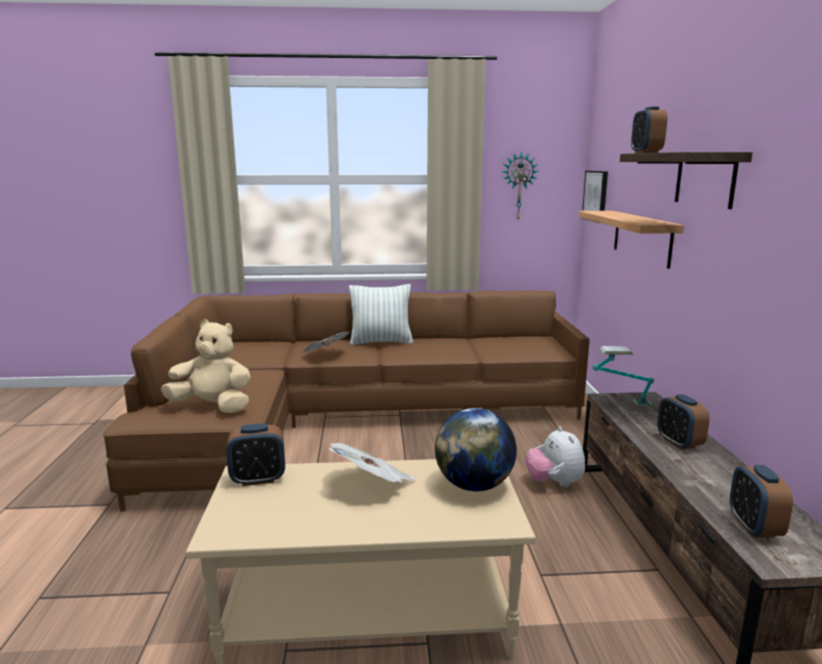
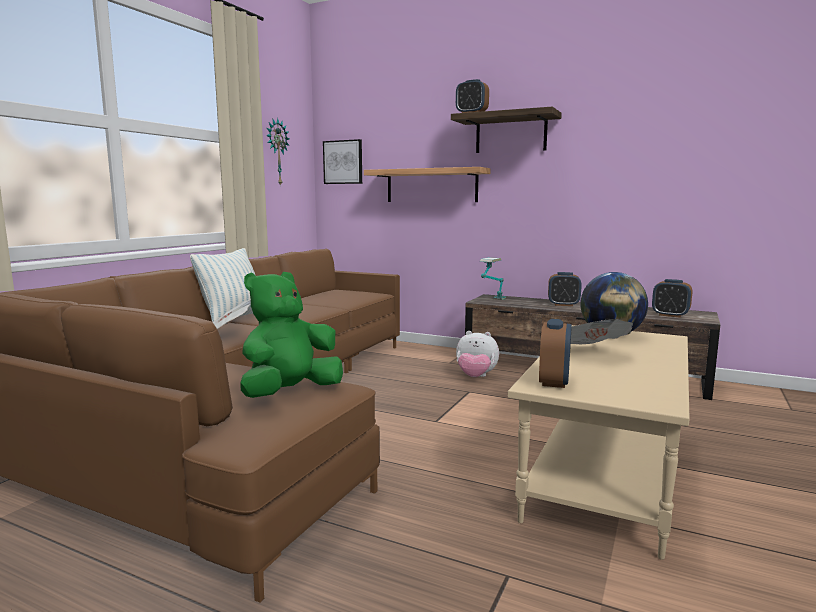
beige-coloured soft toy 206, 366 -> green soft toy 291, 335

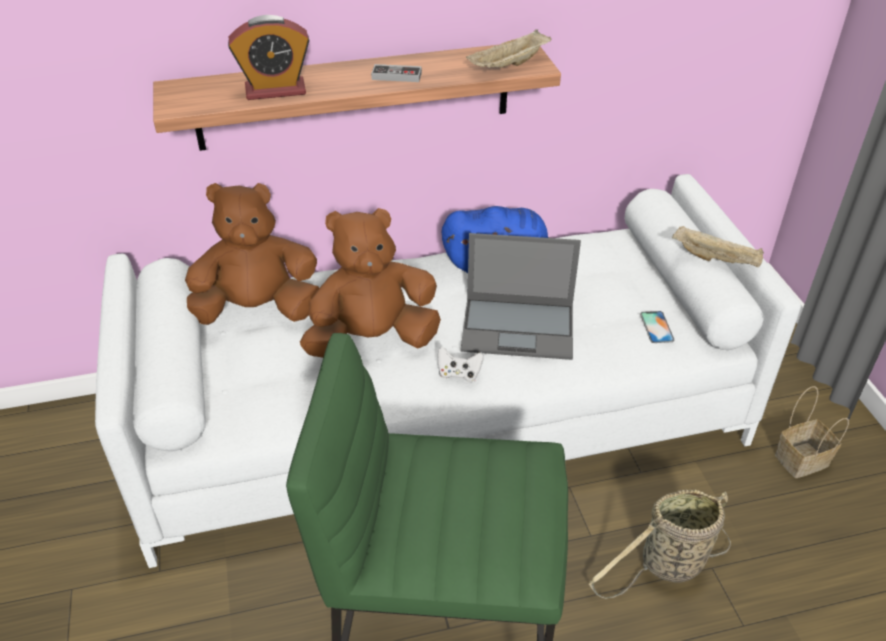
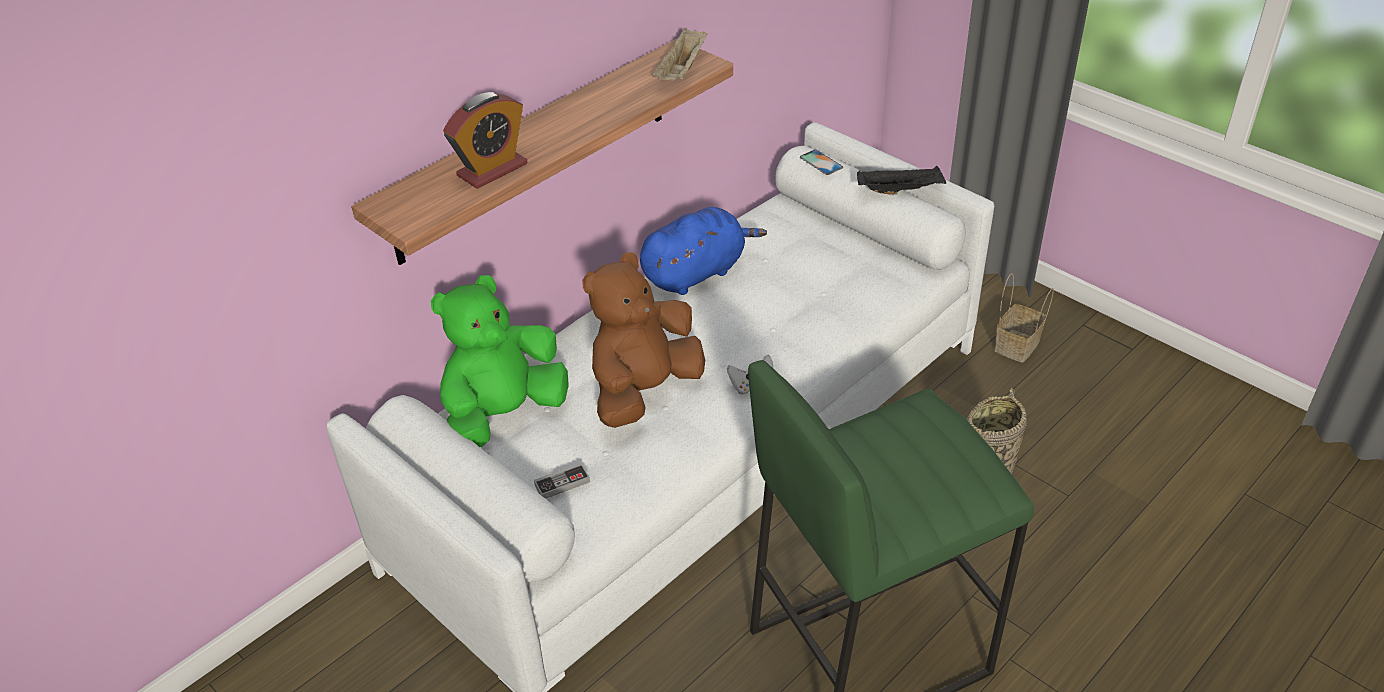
brown-coloured soft toy 252, 254 -> green soft toy 500, 361
gamepad 396, 73 -> gamepad 562, 481, moved
notebook computer 521, 296 -> none
telephone 657, 327 -> telephone 821, 162, moved
beige-coloured serving tray 718, 246 -> black serving tray 902, 180

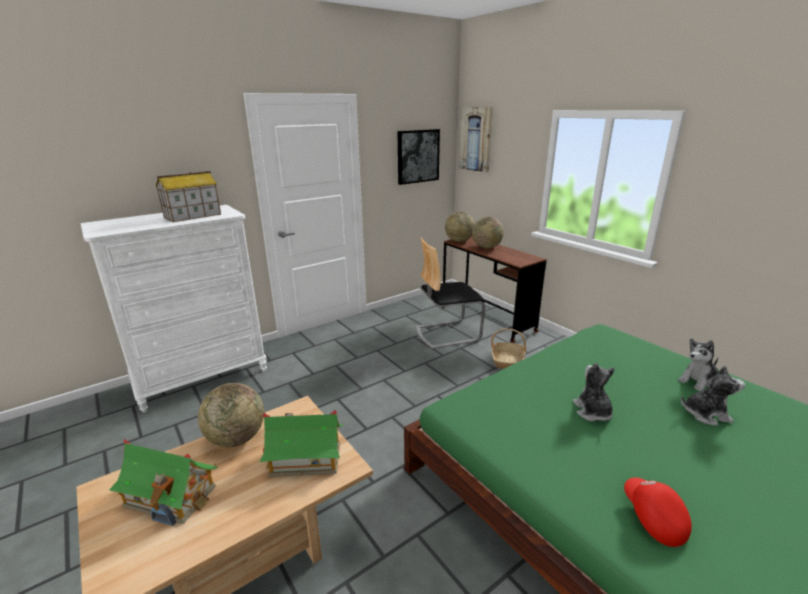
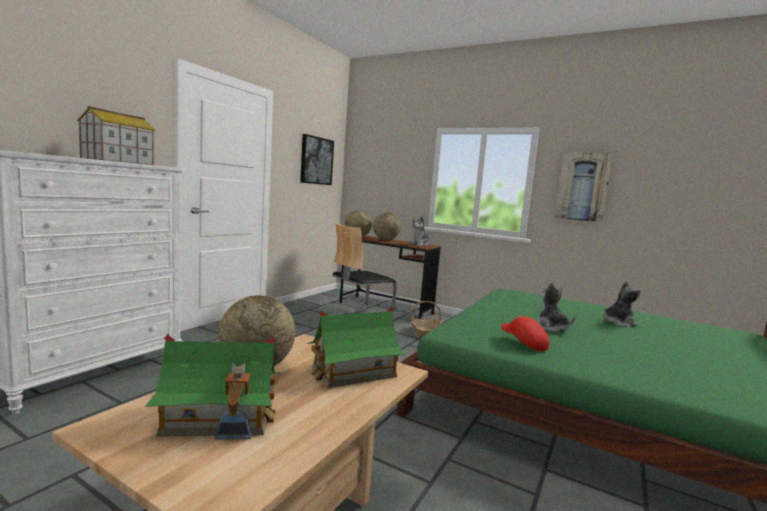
wall picture 476, 139 -> wall picture 584, 187, moved
reddish cap 658, 512 -> reddish cap 525, 333, moved
soft toy 698, 364 -> soft toy 419, 231, moved

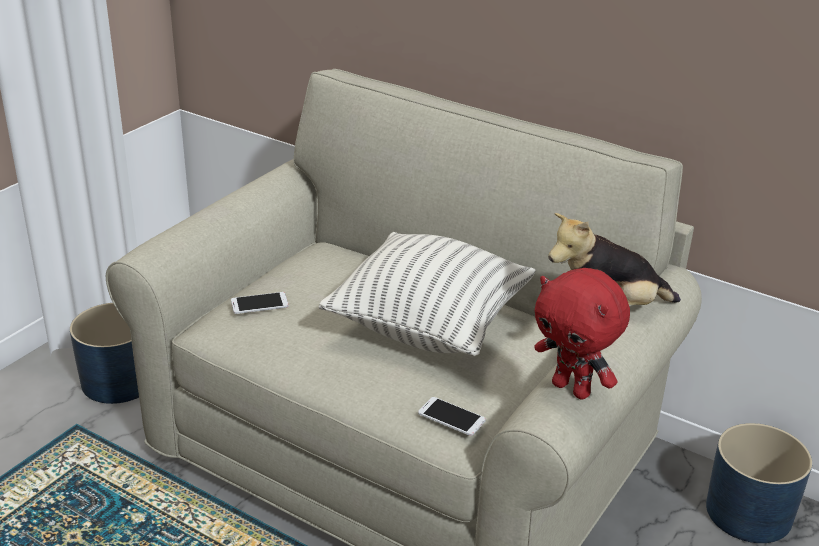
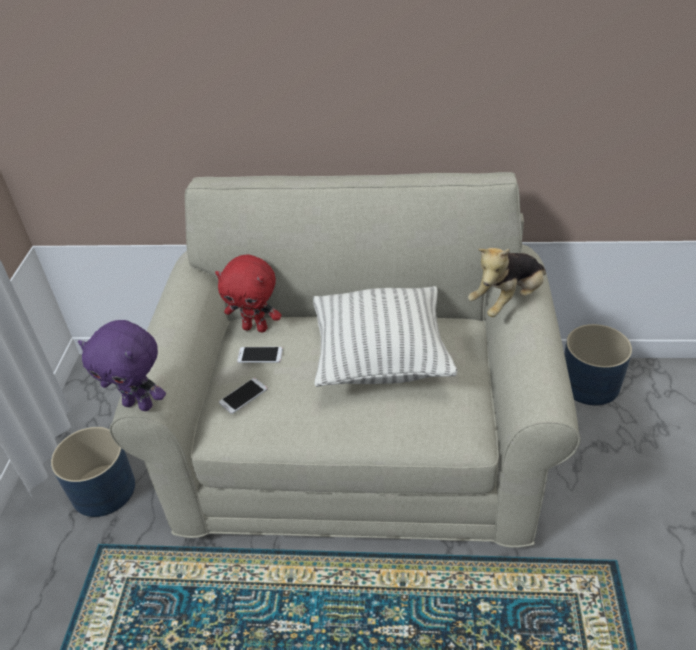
telephone 452, 416 -> telephone 260, 355, moved
reddish soft toy 582, 334 -> reddish soft toy 248, 293, moved
none -> purple soft toy 122, 365

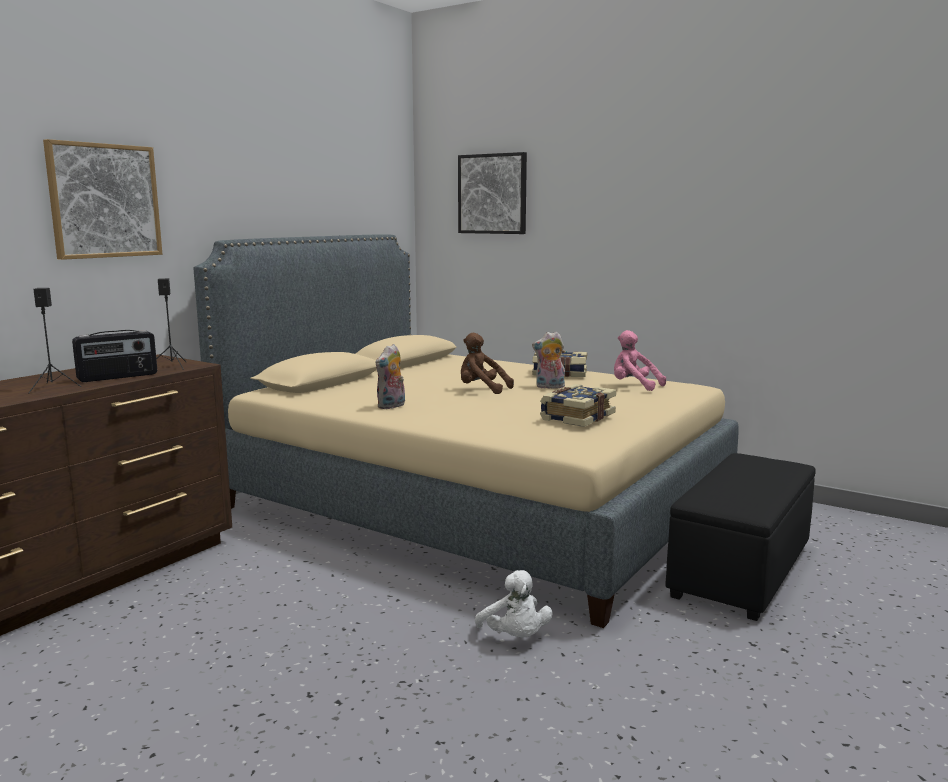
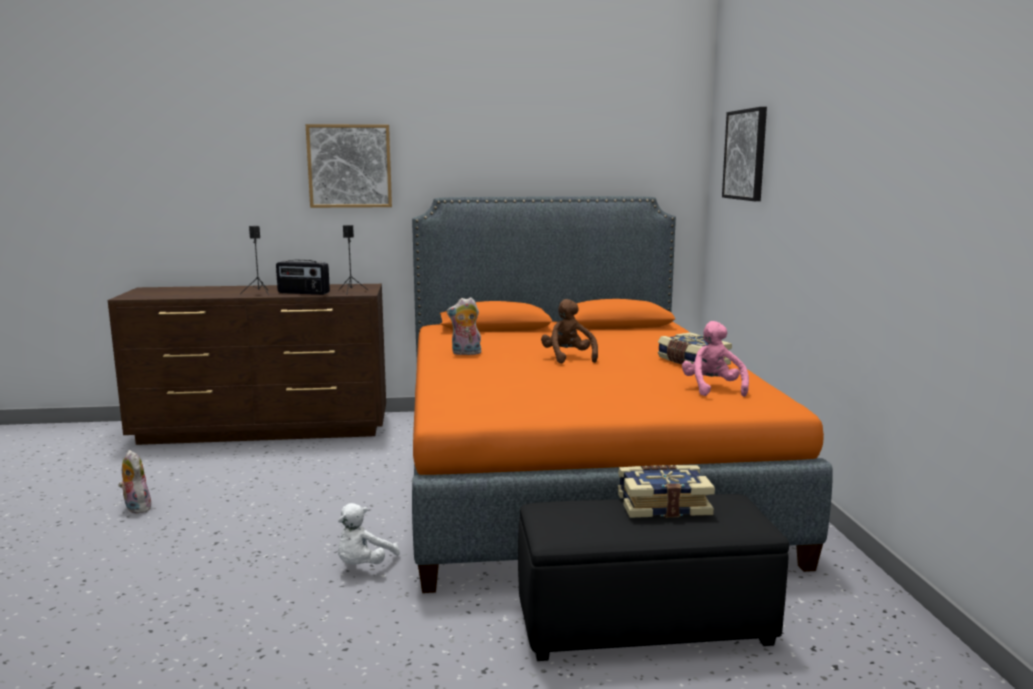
beige-coloured bedroom bed 466, 431 -> orangey bedroom bed 622, 394
soft toy 548, 360 -> soft toy 134, 482, moved
bound book 578, 405 -> bound book 666, 491, moved

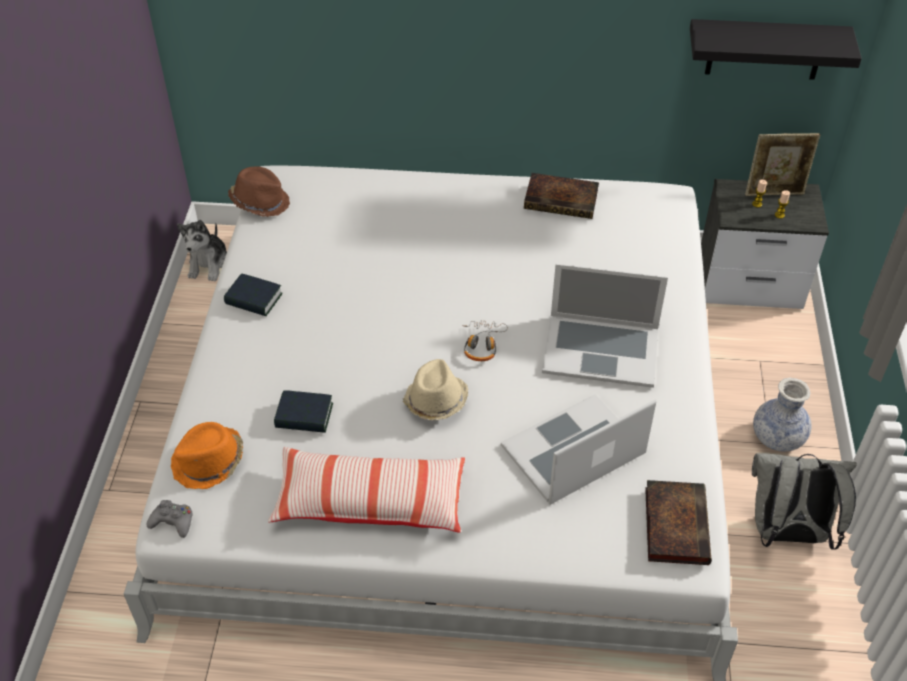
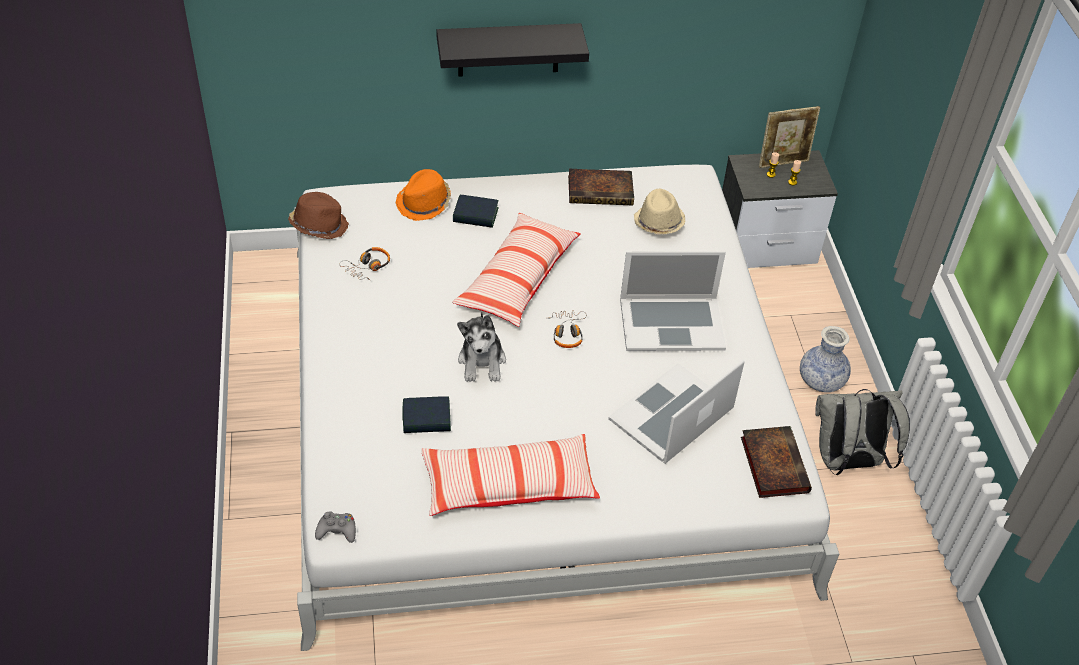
orangey wearable hat 207, 455 -> orangey wearable hat 423, 195, moved
soft toy 202, 250 -> soft toy 481, 347, moved
bound book 253, 295 -> bound book 476, 211, moved
beige-coloured wearable hat 436, 389 -> beige-coloured wearable hat 659, 212, moved
black bracket shelf 776, 49 -> black bracket shelf 512, 50, moved
none -> headset 364, 263
none -> throw pillow 516, 270

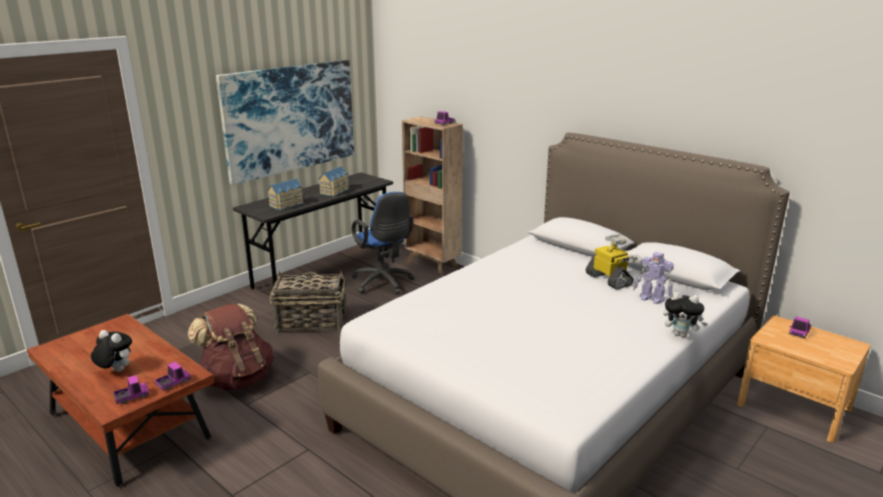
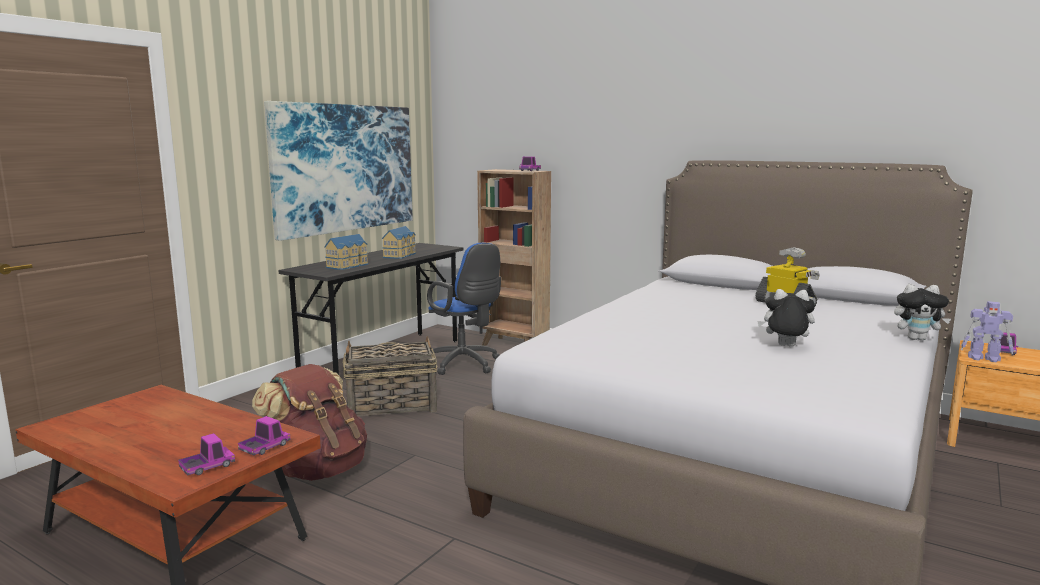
soft toy 111, 351 -> soft toy 786, 318, moved
robot figure 653, 278 -> robot figure 987, 332, moved

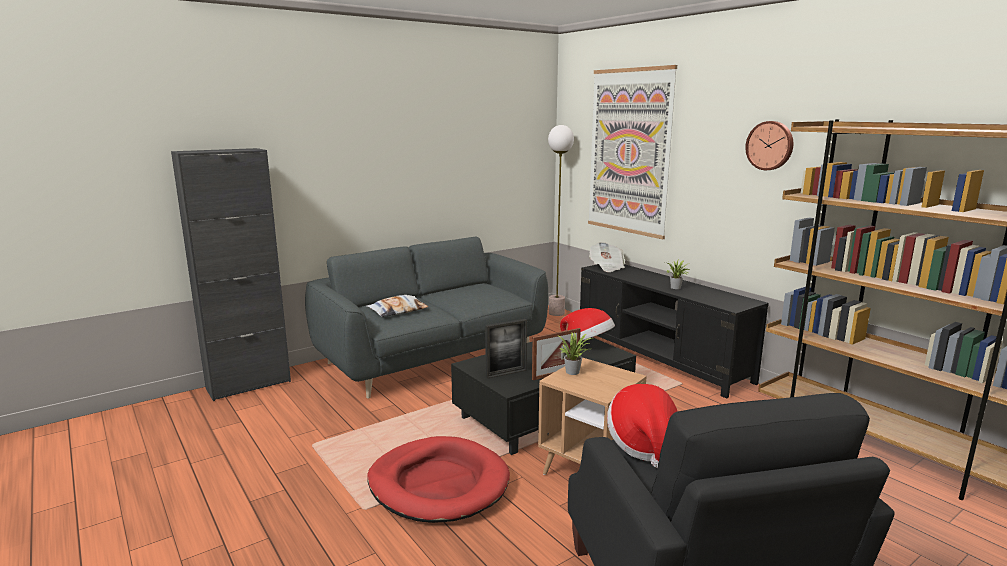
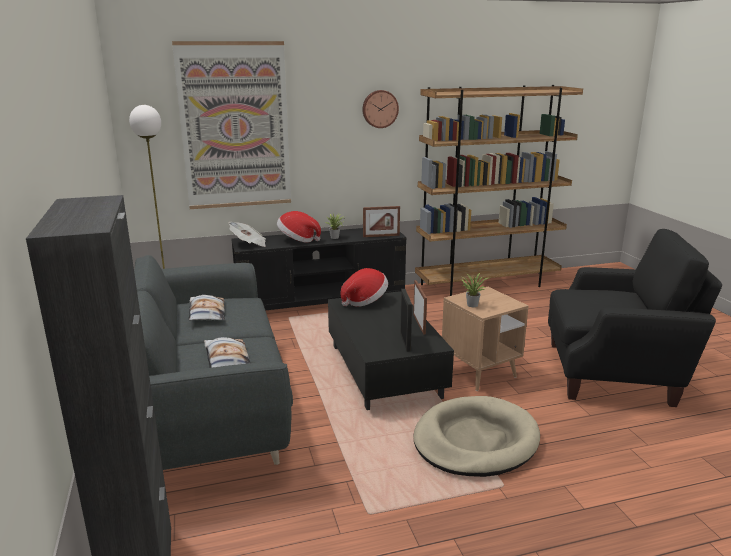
reddish dog bed 438, 479 -> beige-coloured dog bed 476, 436
wearable hat 642, 426 -> wearable hat 299, 227, moved
none -> throw pillow 207, 307
none -> photo frame 381, 221

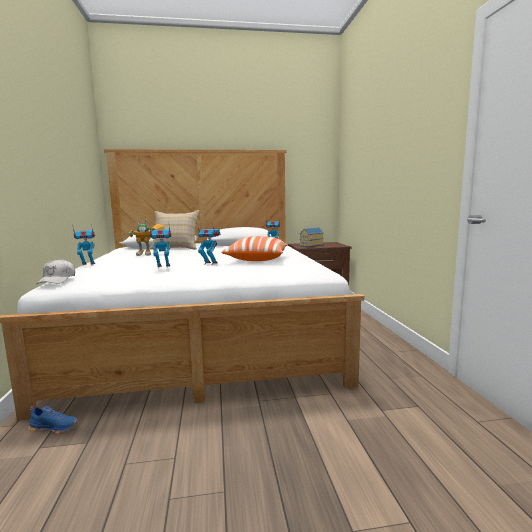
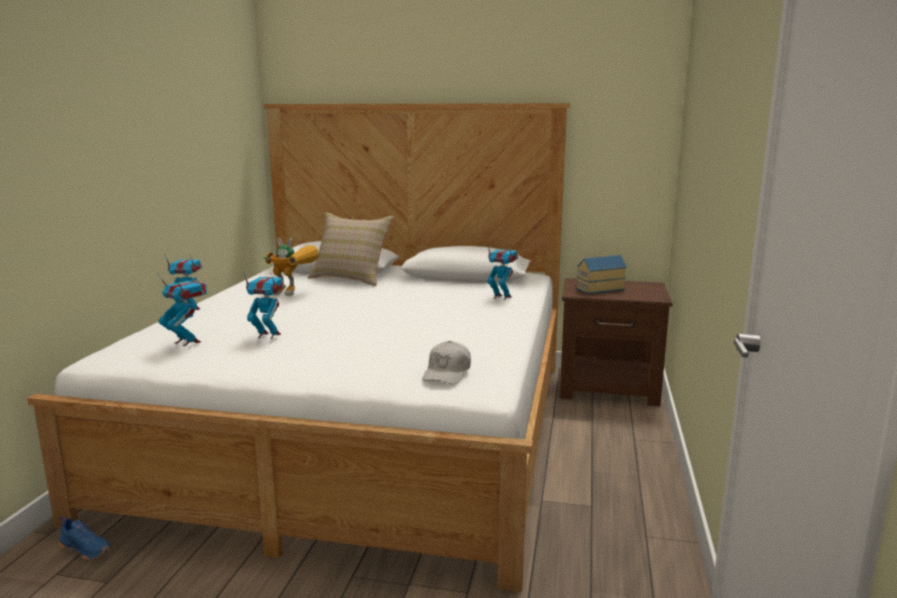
white-coloured cap 55, 271 -> white-coloured cap 446, 362, moved
robot figure 209, 244 -> robot figure 182, 309, moved
throw pillow 254, 248 -> none

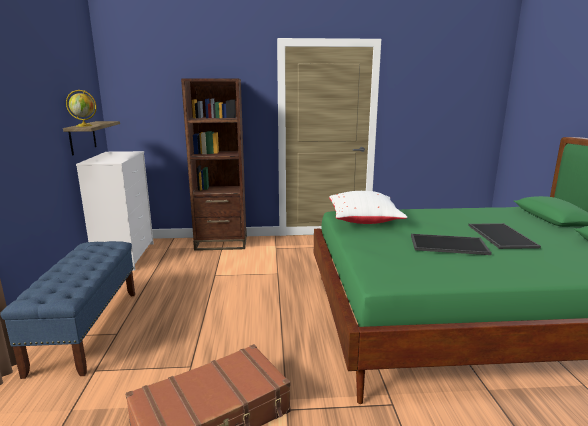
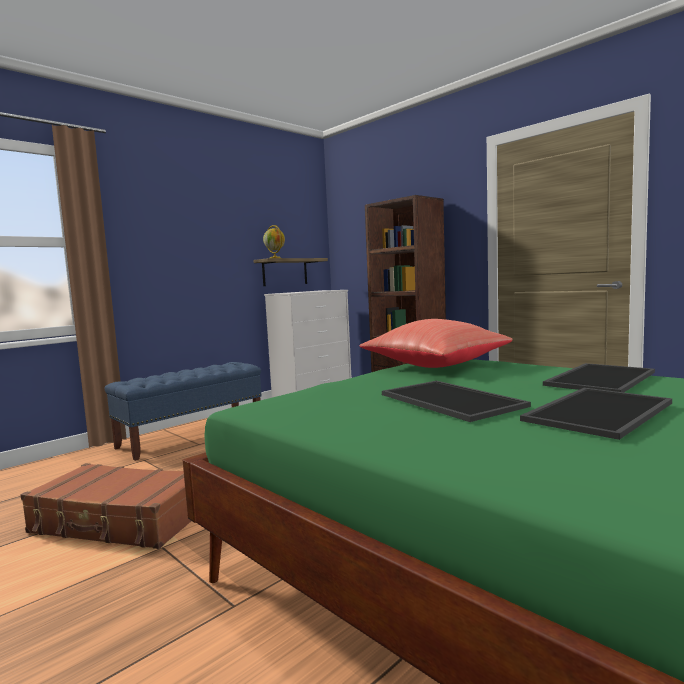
white-coloured throw pillow 368, 207 -> reddish throw pillow 436, 343
none -> serving tray 599, 377

